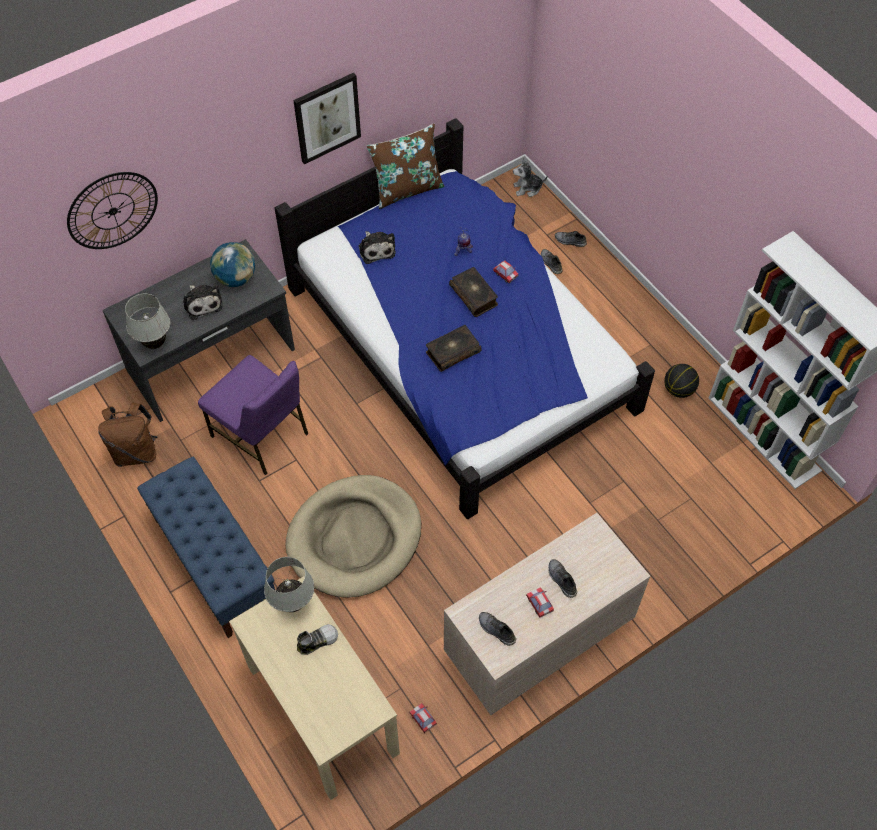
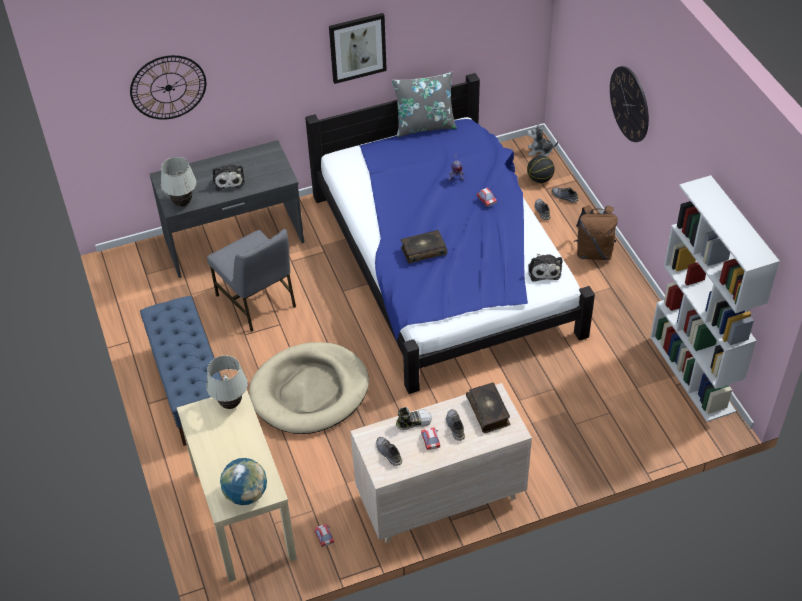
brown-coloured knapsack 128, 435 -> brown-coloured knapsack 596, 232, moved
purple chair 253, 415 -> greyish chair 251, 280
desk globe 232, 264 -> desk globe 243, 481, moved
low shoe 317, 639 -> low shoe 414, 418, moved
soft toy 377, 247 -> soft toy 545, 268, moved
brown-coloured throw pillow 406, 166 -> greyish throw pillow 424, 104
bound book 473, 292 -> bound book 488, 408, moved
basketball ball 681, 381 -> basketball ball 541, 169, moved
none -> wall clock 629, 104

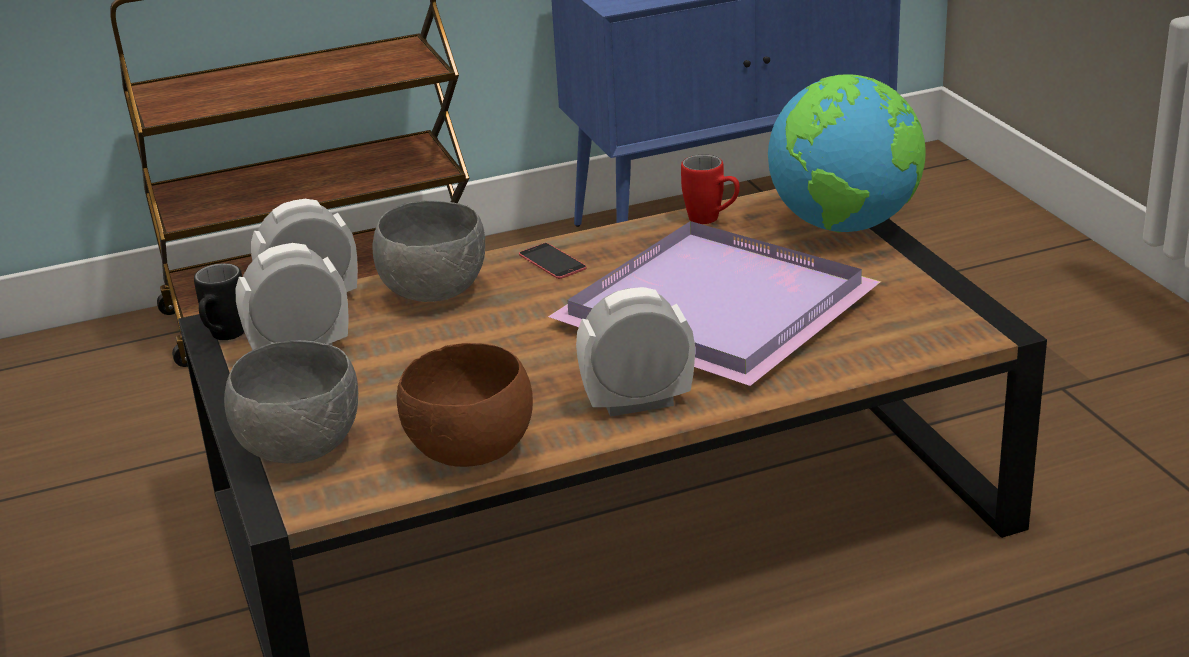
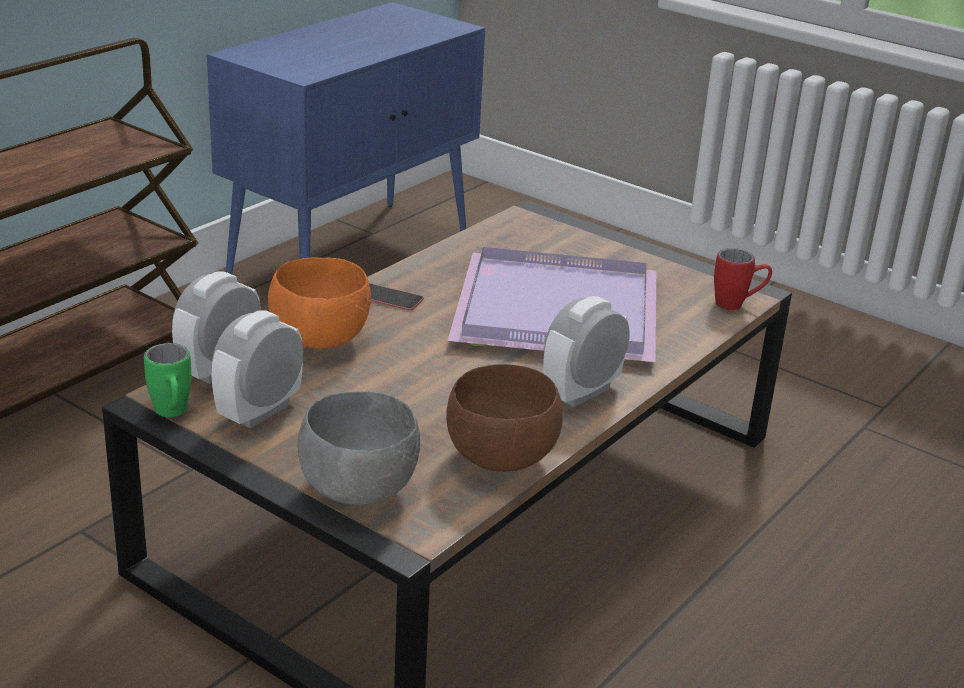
black mug 219, 301 -> green mug 167, 380
greyish serving bowl 429, 251 -> orangey serving bowl 319, 303
reddish mug 710, 189 -> reddish mug 743, 279, moved
desk globe 847, 153 -> none

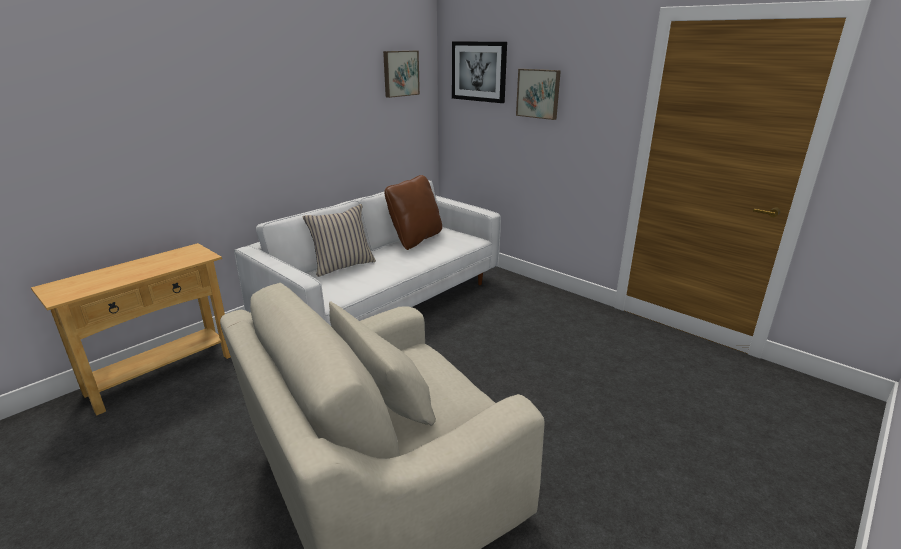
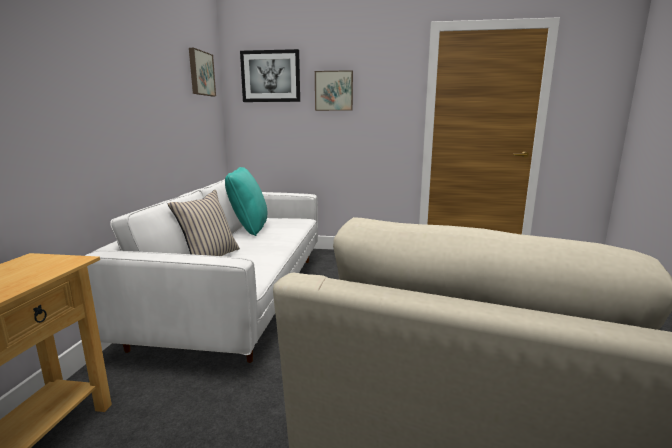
brown-coloured throw pillow 413, 212 -> turquoise throw pillow 246, 201

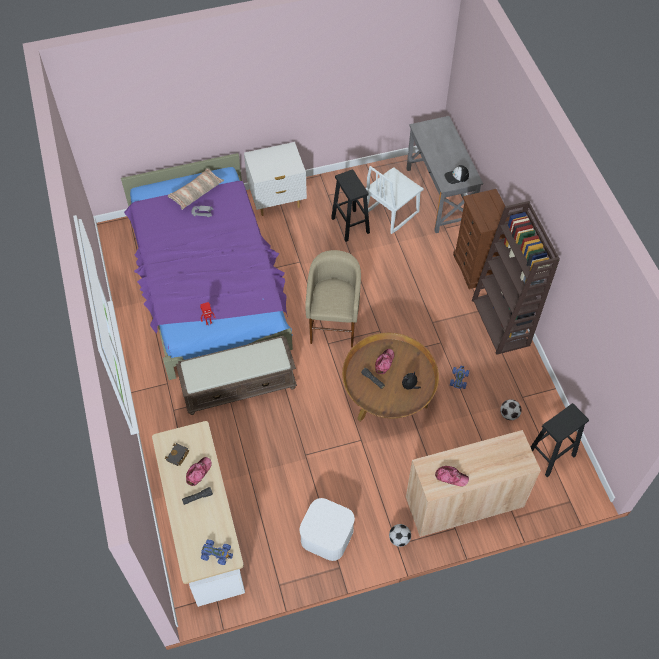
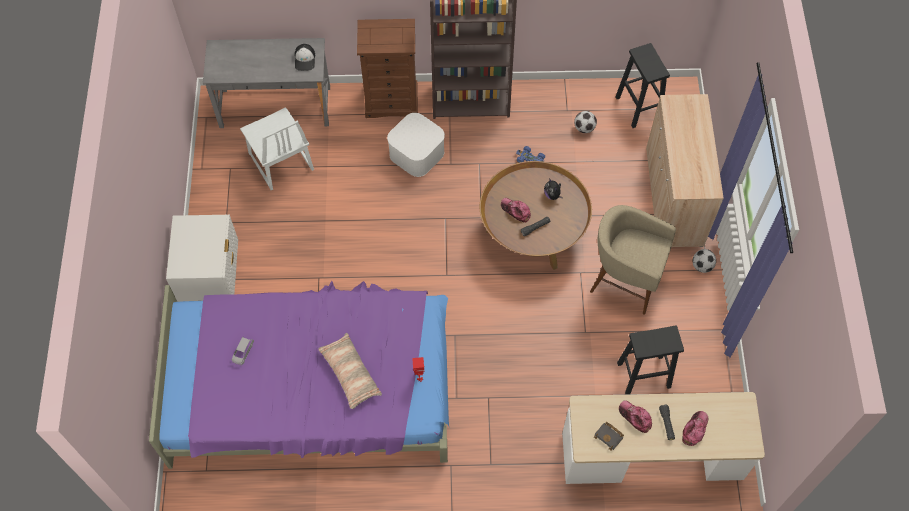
throw pillow 196, 189 -> throw pillow 350, 371, moved
brown-coloured indoor bench 236, 375 -> none
blue-coloured miniature car 217, 552 -> none
white-coloured storage bin 327, 529 -> white-coloured storage bin 416, 145, moved
beige-coloured stool seat 333, 298 -> beige-coloured stool seat 633, 260, moved
black stool seat 350, 205 -> black stool seat 650, 360, moved
cap 452, 476 -> cap 695, 428, moved

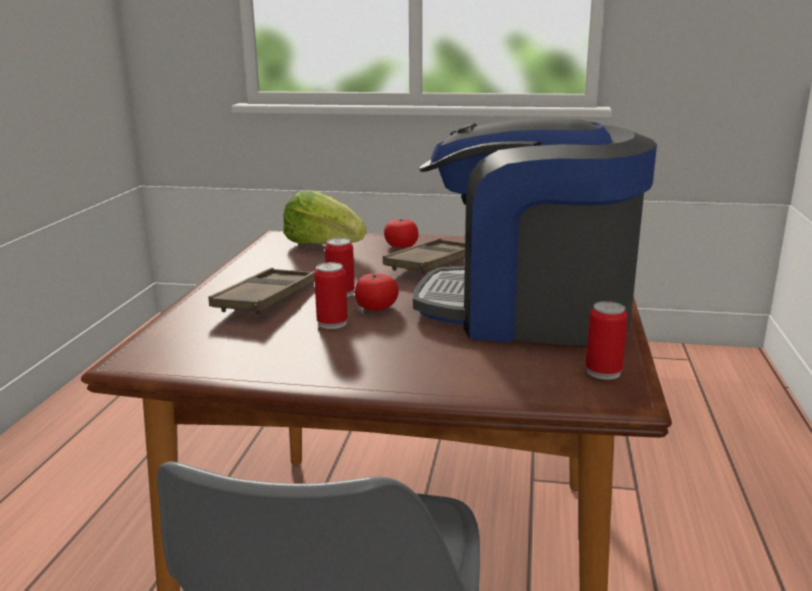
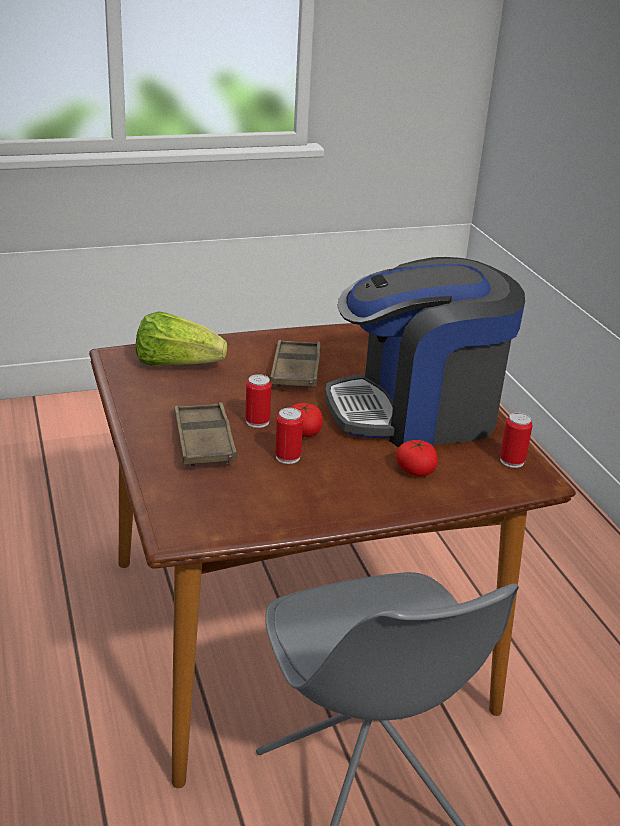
tomato 401, 233 -> tomato 417, 457, moved

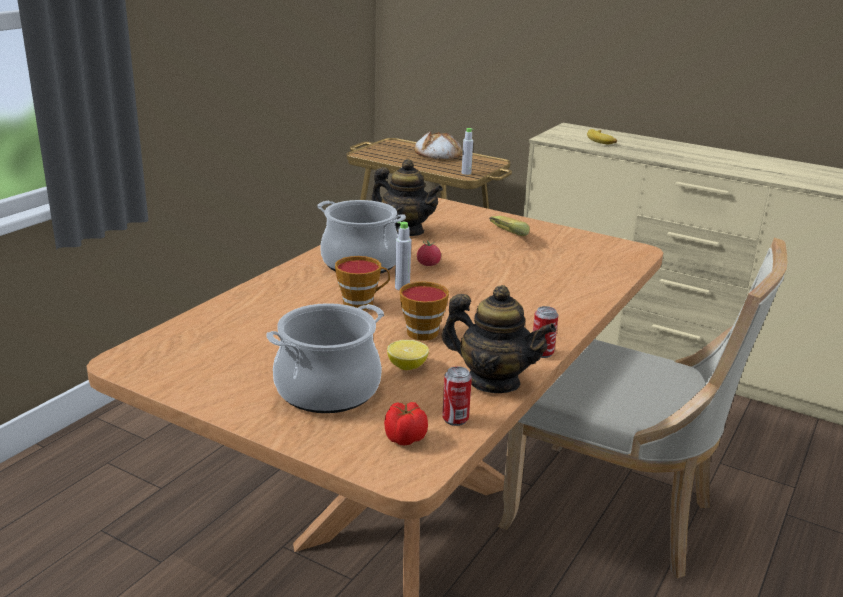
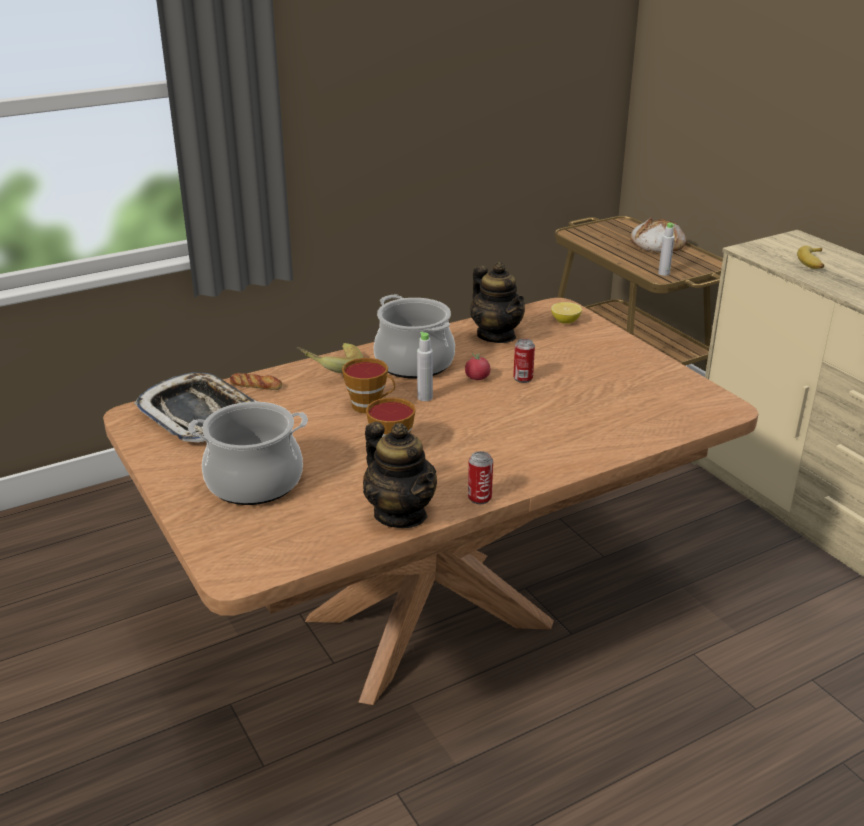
tomato 406, 423 -> none
whole lemon 408, 355 -> whole lemon 566, 313, moved
metal can 457, 396 -> metal can 524, 361, moved
banana fruit 509, 226 -> banana fruit 330, 358, moved
beige-coloured chair 642, 407 -> none
none -> serving tray 195, 407
none -> bread 256, 381

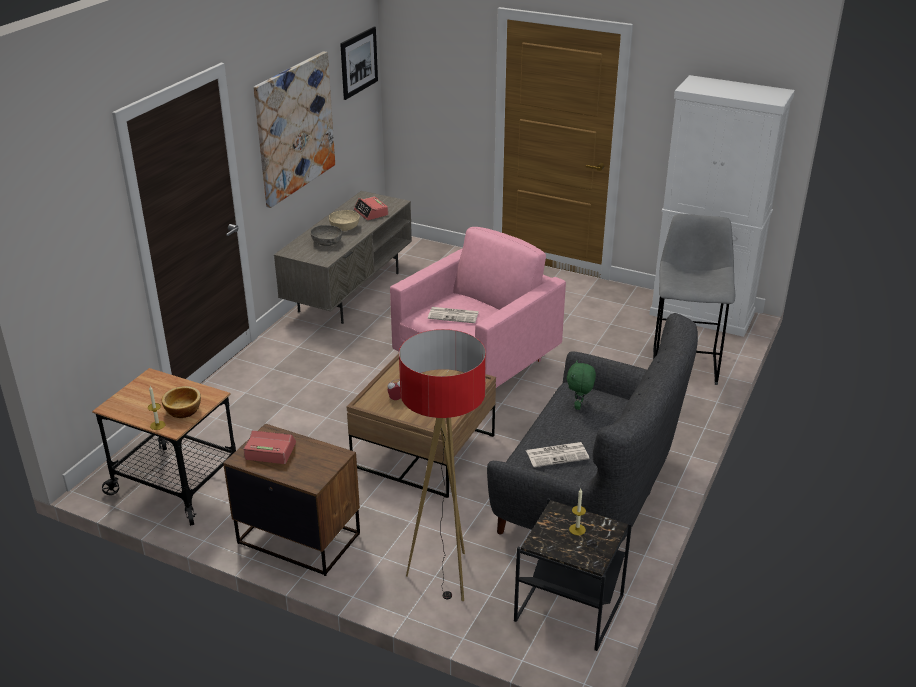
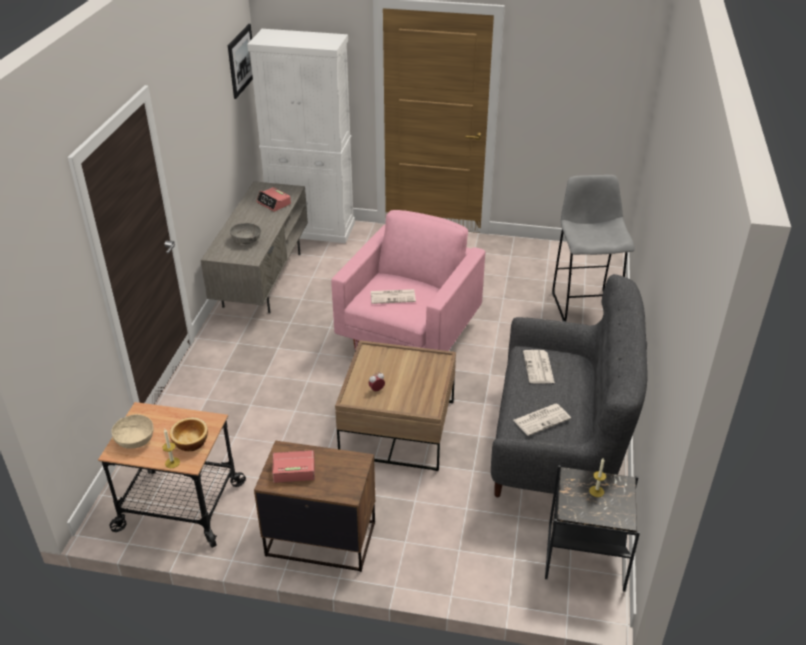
wall picture 294, 129 -> none
beige-coloured serving bowl 344, 220 -> beige-coloured serving bowl 133, 431, moved
standard lamp 442, 465 -> none
green soft toy 581, 385 -> printed paper 539, 366
white-coloured cabinet 722, 206 -> white-coloured cabinet 301, 136, moved

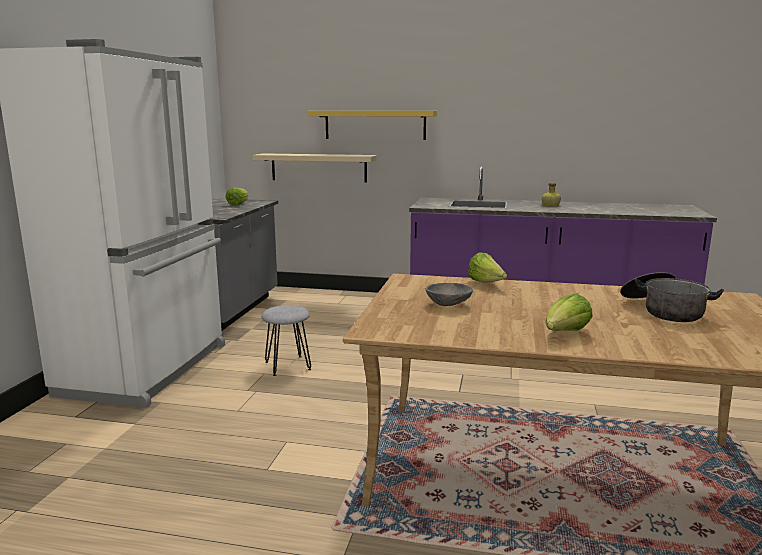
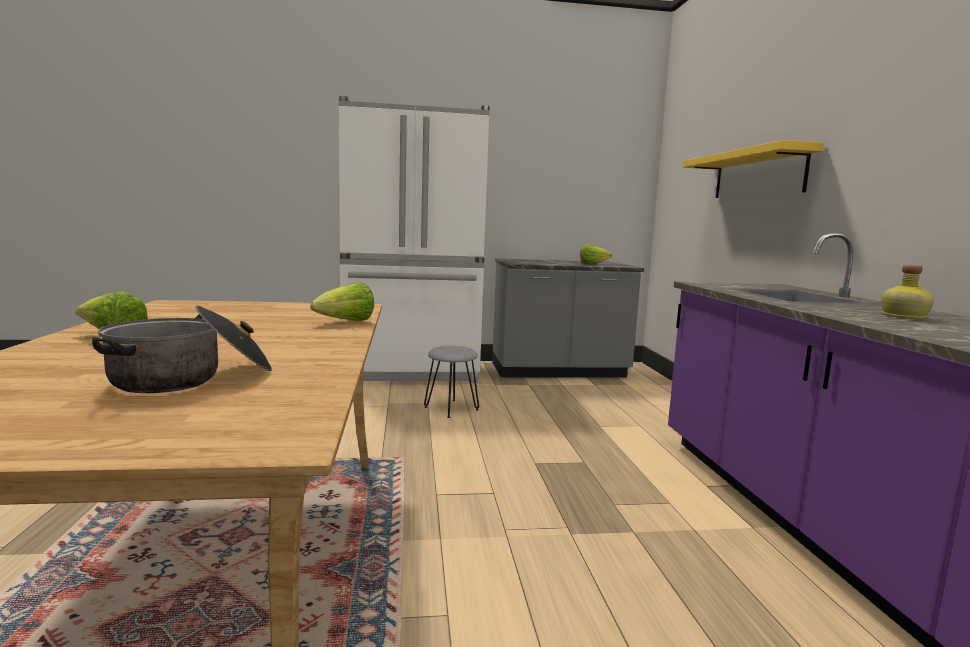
beige-coloured bracket shelf 314, 168 -> none
greyish serving bowl 449, 294 -> none

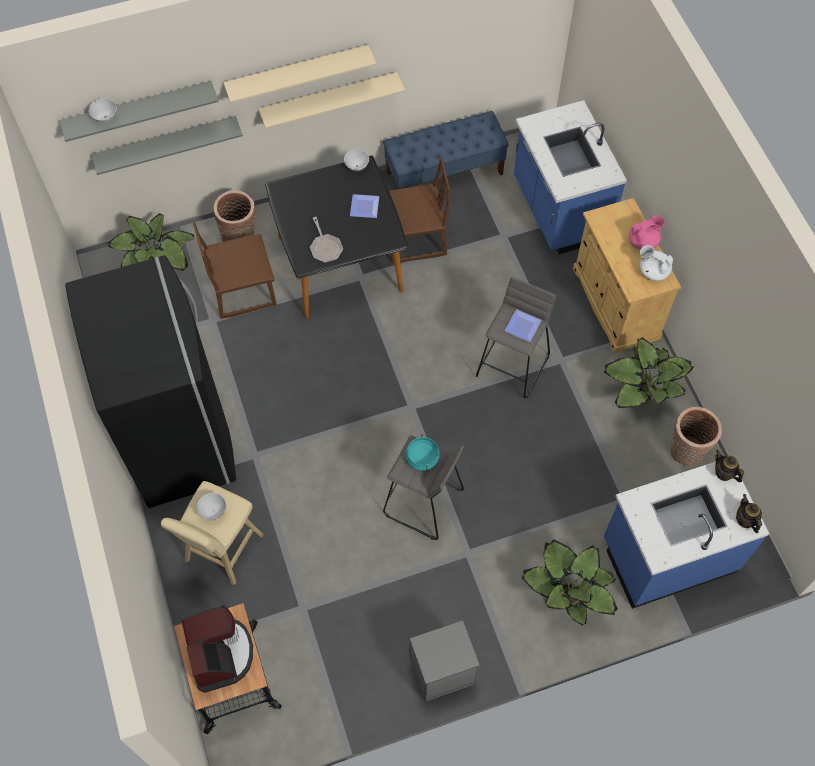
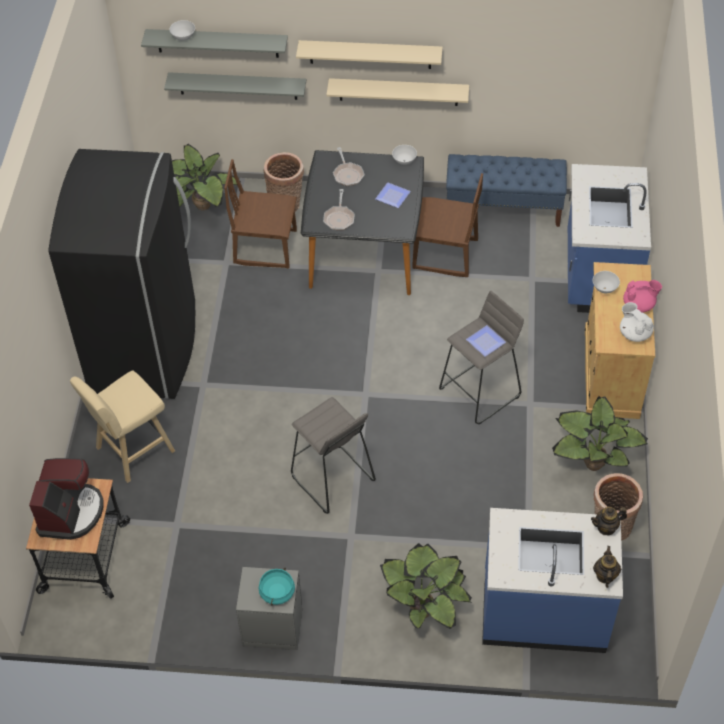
white-coloured serving bowl 211, 506 -> white-coloured serving bowl 606, 282, moved
turquoise saucepot 423, 453 -> turquoise saucepot 276, 586, moved
pot for tea 729, 466 -> pot for tea 609, 521, 90 degrees counterclockwise
none -> pan 349, 166

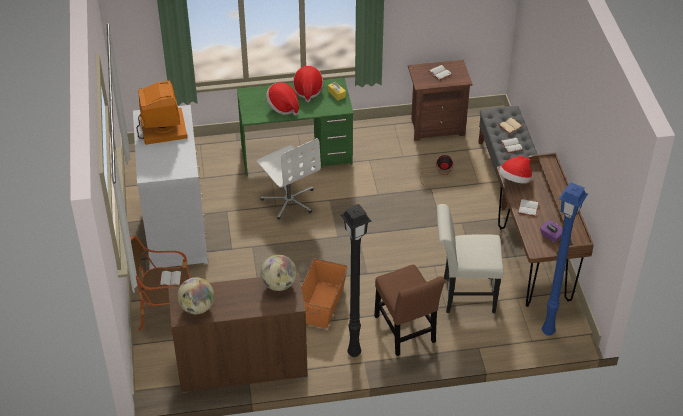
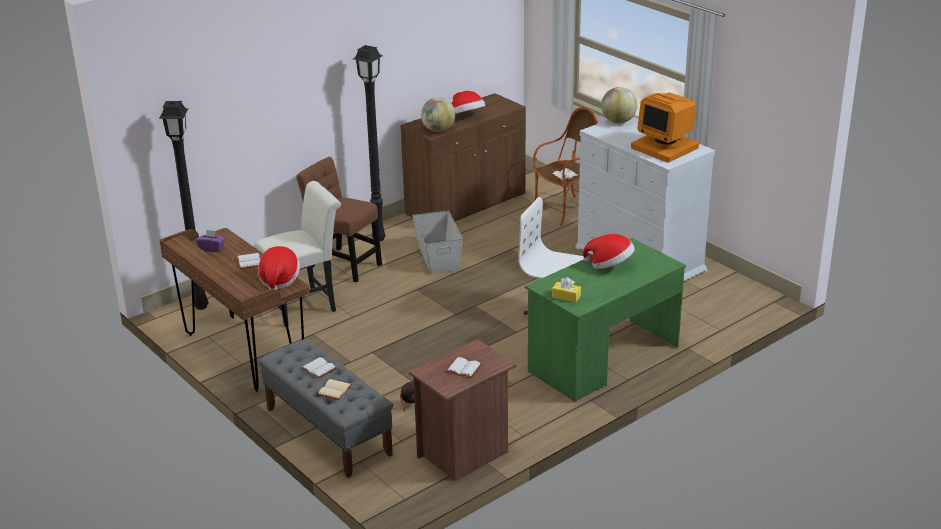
desk globe 195, 295 -> desk globe 619, 105, moved
wearable hat 308, 84 -> wearable hat 468, 102, moved
orangey storage bin 324, 293 -> greyish storage bin 438, 242
blue-coloured standard lamp 565, 259 -> black standard lamp 184, 205

